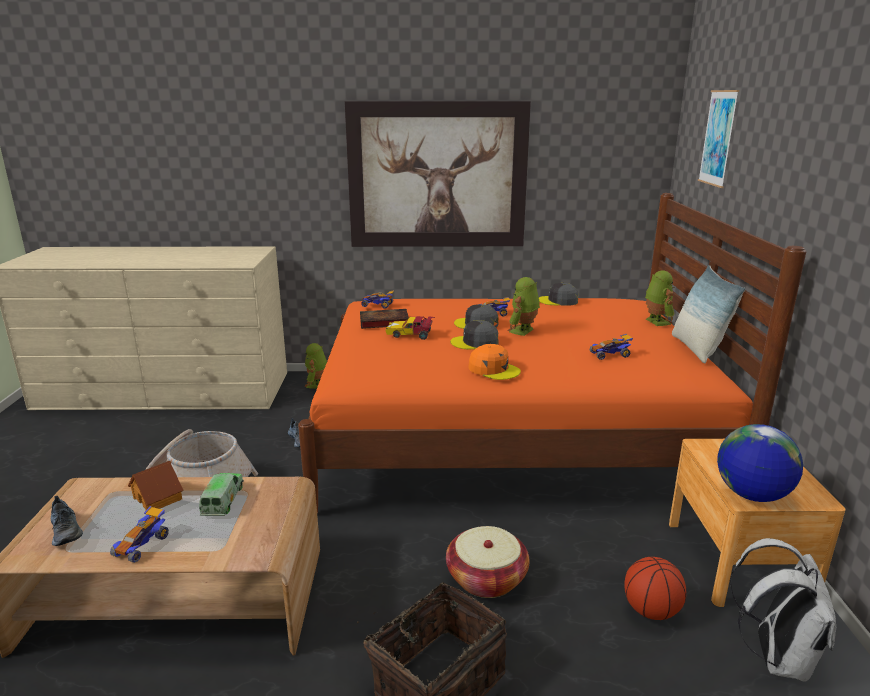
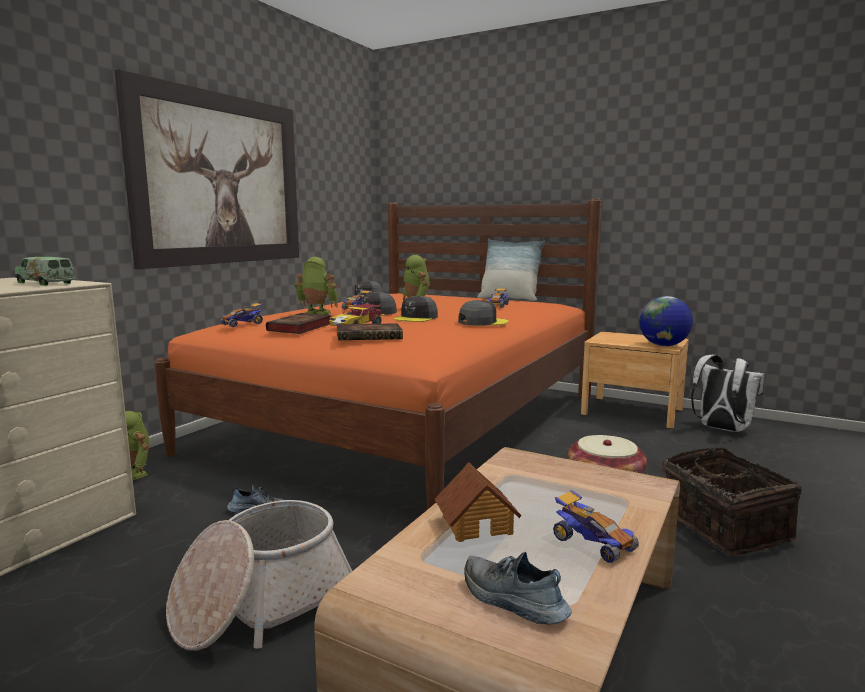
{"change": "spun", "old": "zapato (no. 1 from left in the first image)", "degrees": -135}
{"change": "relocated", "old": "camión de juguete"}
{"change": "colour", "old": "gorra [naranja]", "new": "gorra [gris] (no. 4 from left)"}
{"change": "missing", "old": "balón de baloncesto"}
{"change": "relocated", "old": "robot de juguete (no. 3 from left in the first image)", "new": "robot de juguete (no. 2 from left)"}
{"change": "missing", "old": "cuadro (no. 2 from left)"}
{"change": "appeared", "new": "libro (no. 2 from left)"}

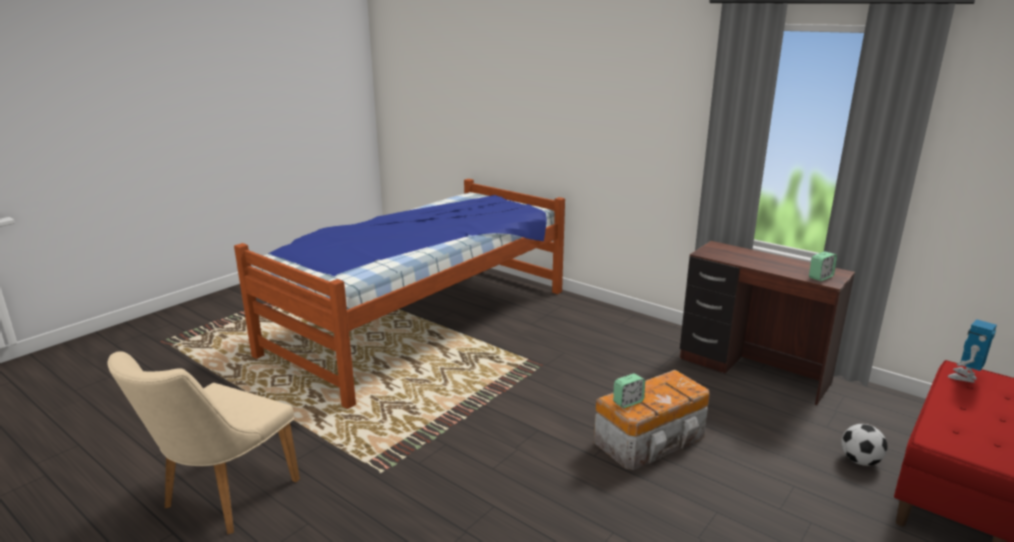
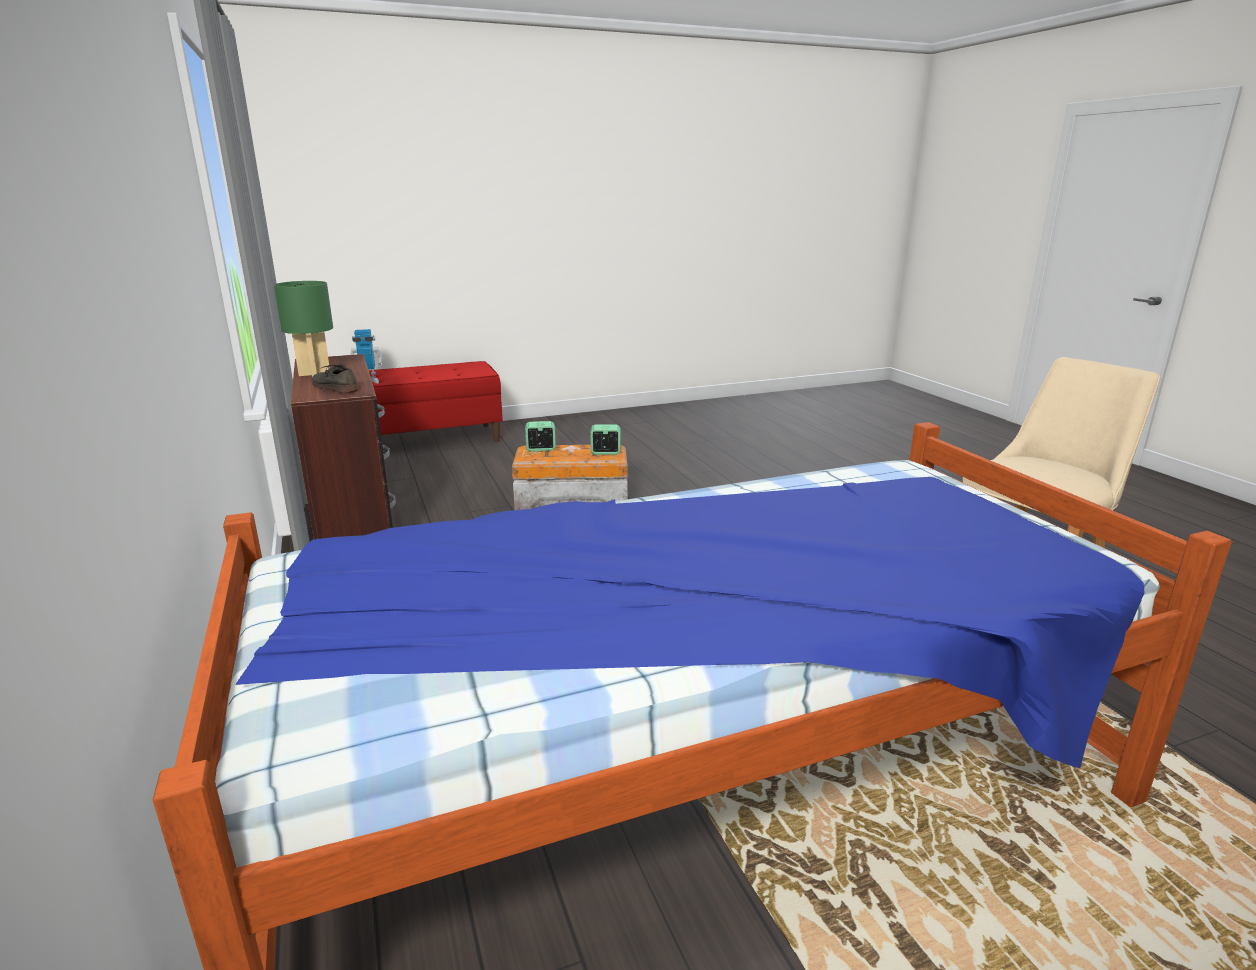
{"change": "relocated", "old": "despertador (no. 2 from left in the first image)", "new": "despertador (no. 1 from left)"}
{"change": "missing", "old": "balón de fútbol"}
{"change": "appeared", "new": "lámpara de mesa [verde]"}
{"change": "appeared", "new": "zapato [gris]"}

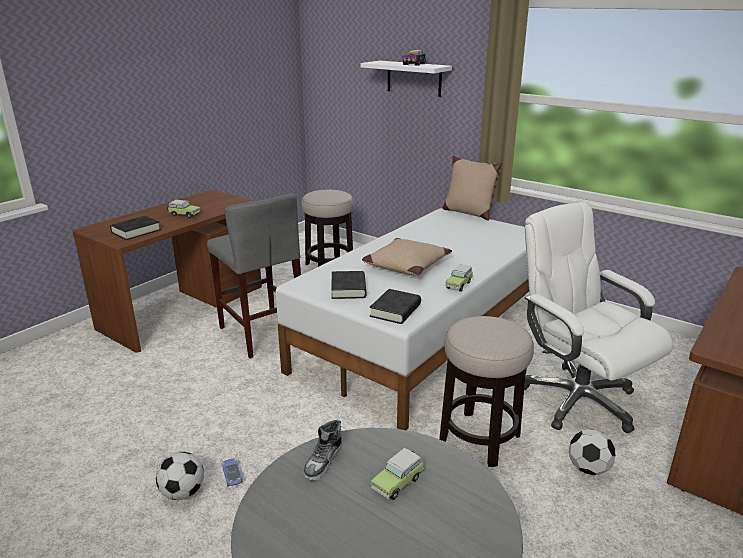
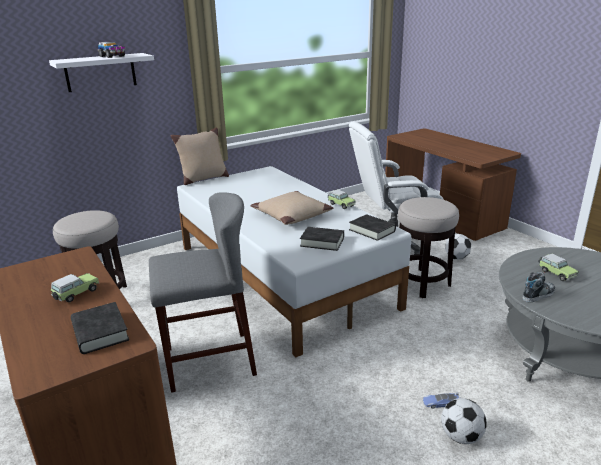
{"change": "spun", "old": "zapato", "degrees": -75}

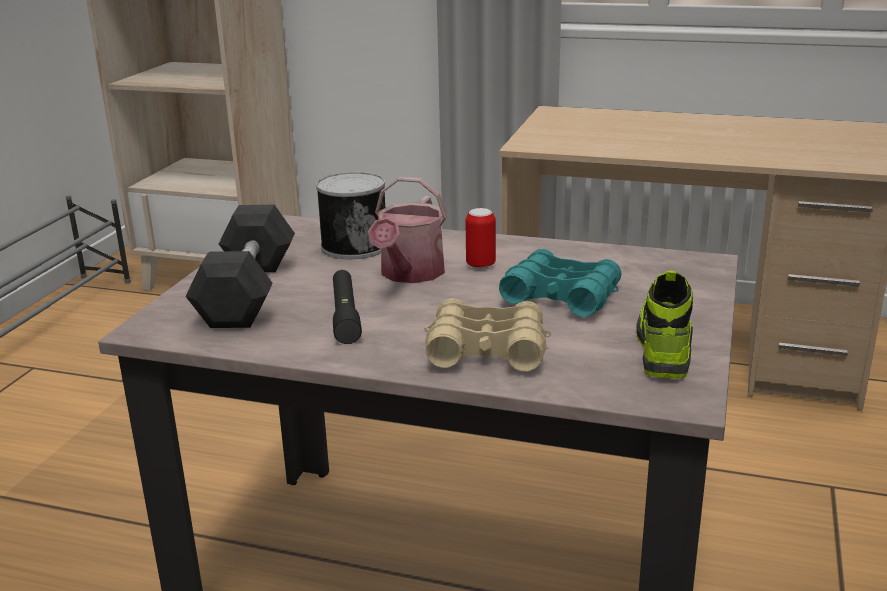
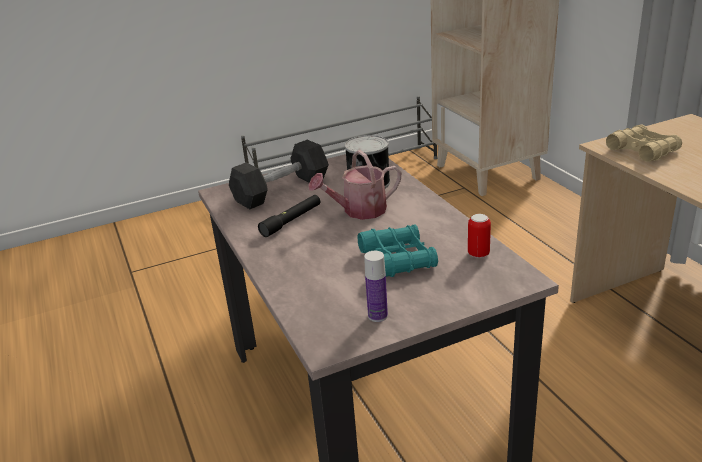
{"change": "relocated", "old": "prismáticos [beis]"}
{"change": "relocated", "old": "lata (no. 2 from left)"}
{"change": "exchanged", "old": "zapato", "new": "botella"}

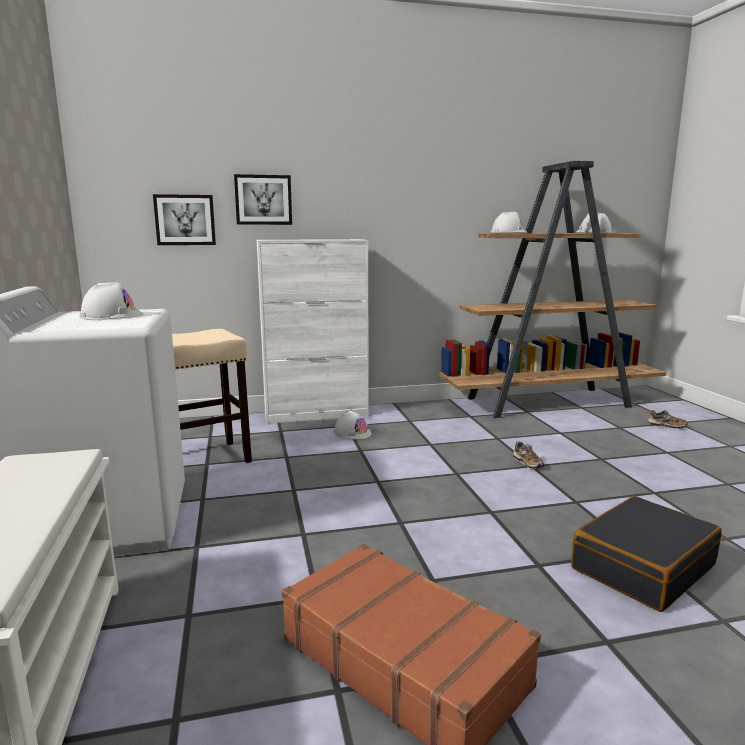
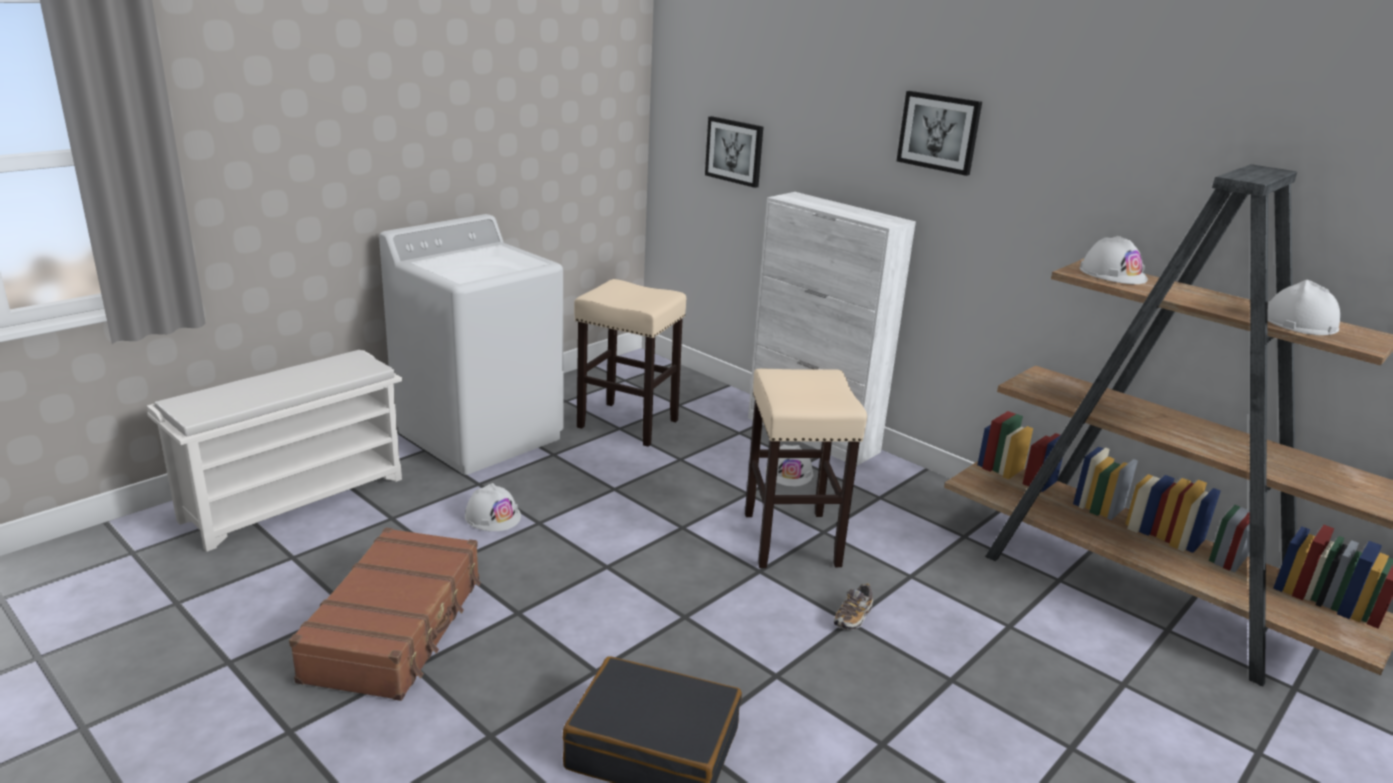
{"change": "relocated", "old": "casco [blanco] (no. 1 from left)"}
{"change": "relocated", "old": "cuadro (no. 2 from left)"}
{"change": "missing", "old": "zapato (no. 2 from left)"}
{"change": "appeared", "new": "taburete [beis] (no. 2 from left)"}

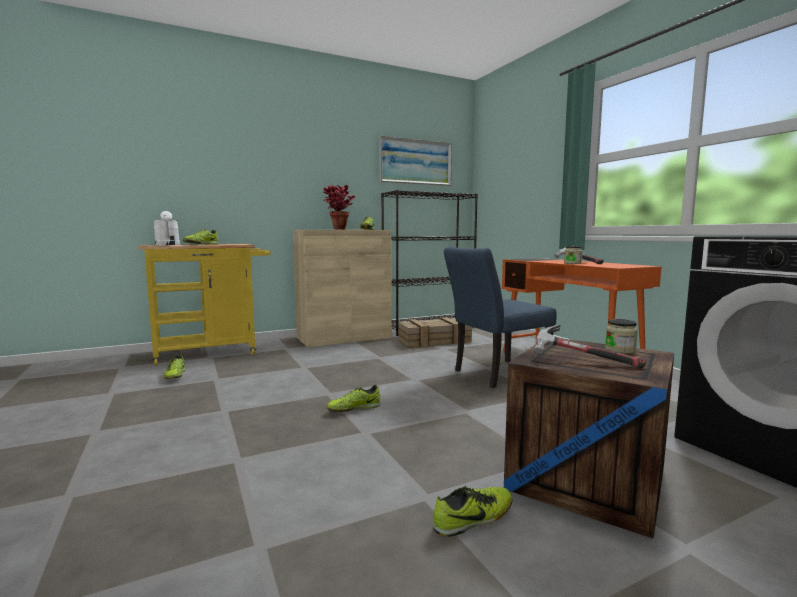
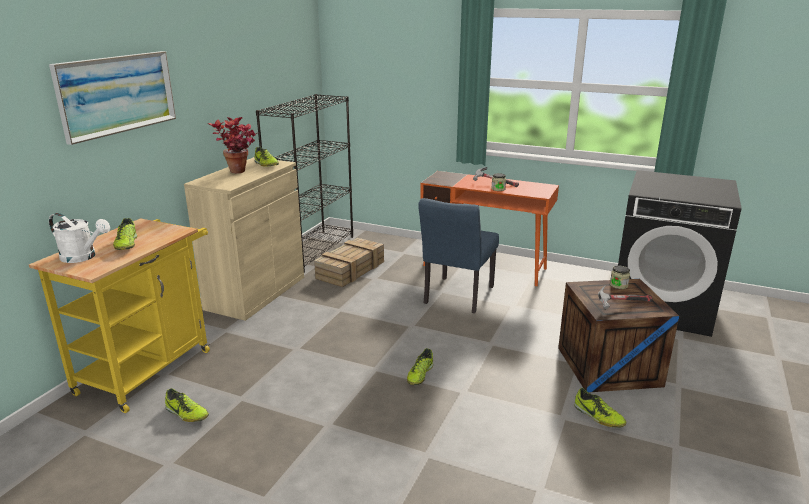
{"change": "relocated", "old": "cuadro"}
{"change": "spun", "old": "zapato (no. 5 from left)", "degrees": 120}

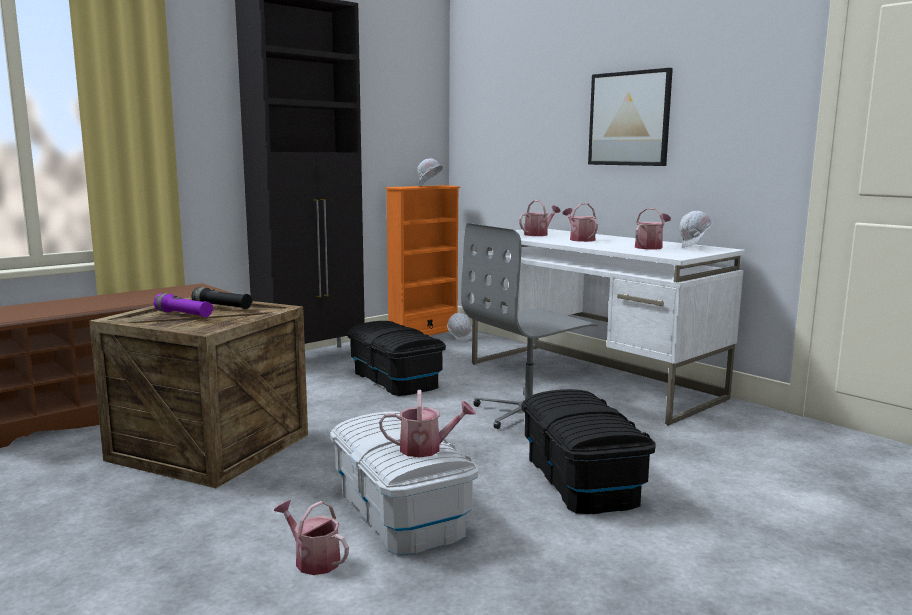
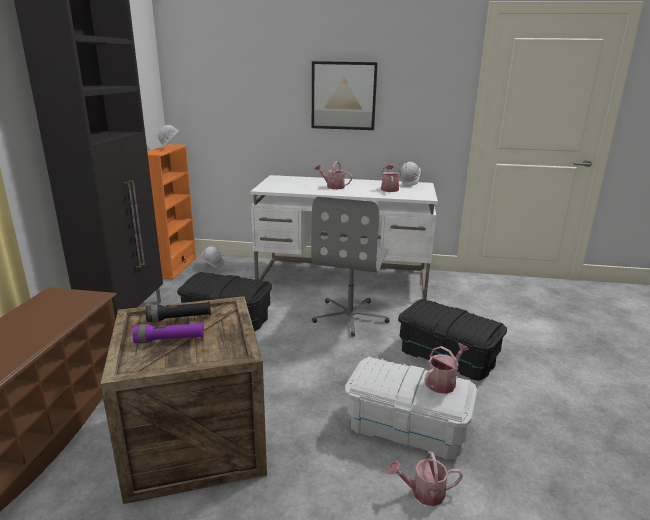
{"change": "missing", "old": "regadera (no. 3 from left)"}

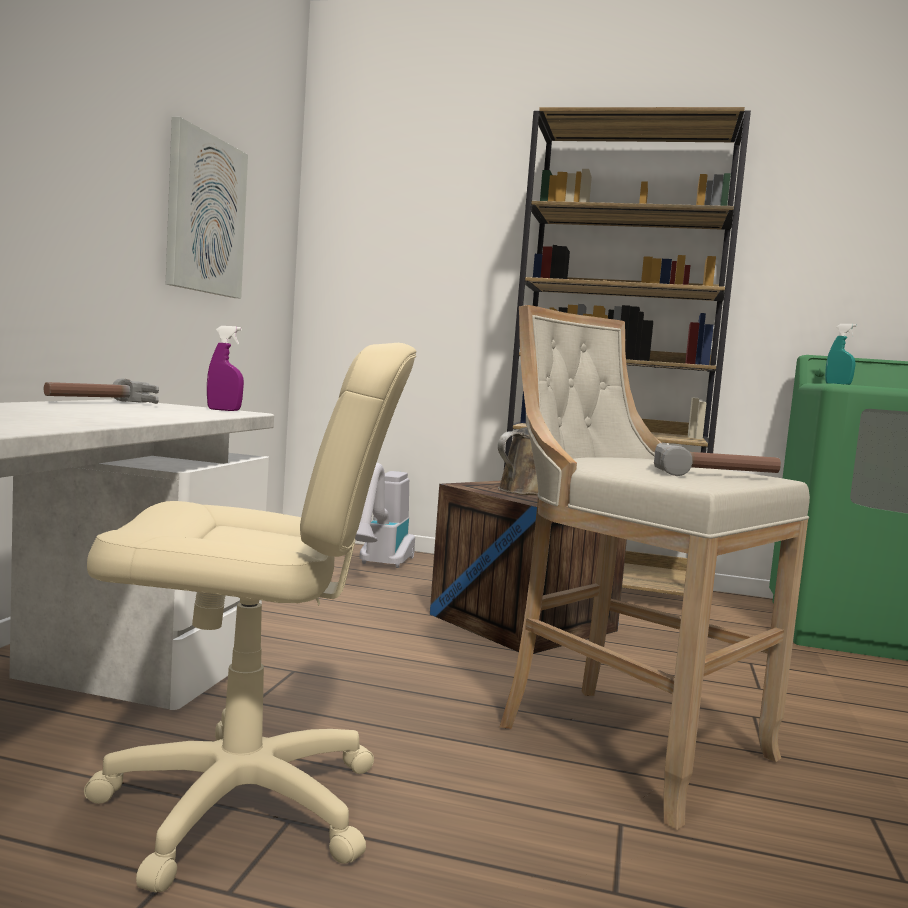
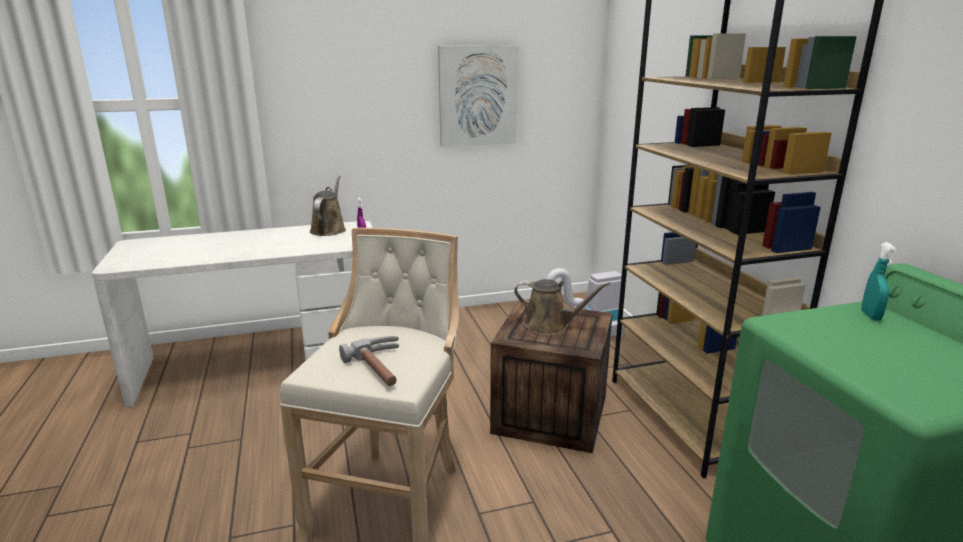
{"change": "exchanged", "old": "martillo (no. 1 from left)", "new": "regadera [marrón] (no. 1 from left)"}
{"change": "missing", "old": "silla de oficina [beis]"}

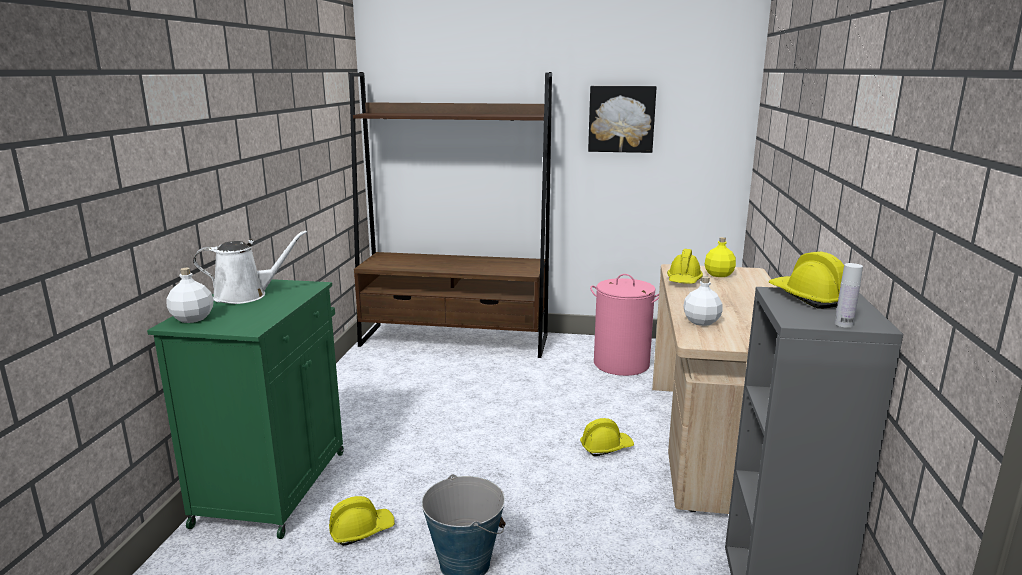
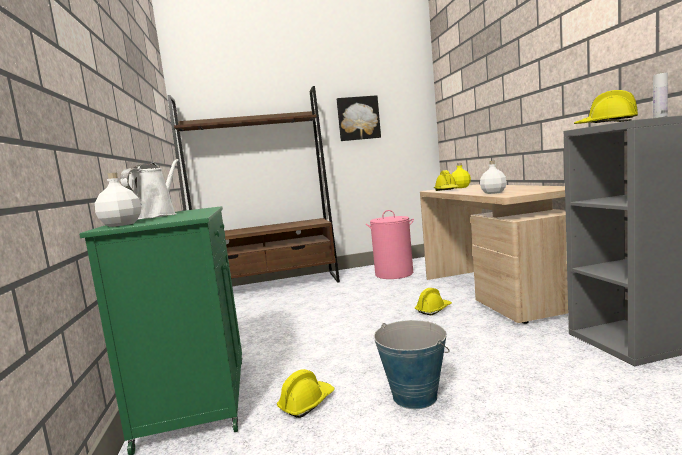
{"change": "spun", "old": "regadera [blanco]", "degrees": -45}

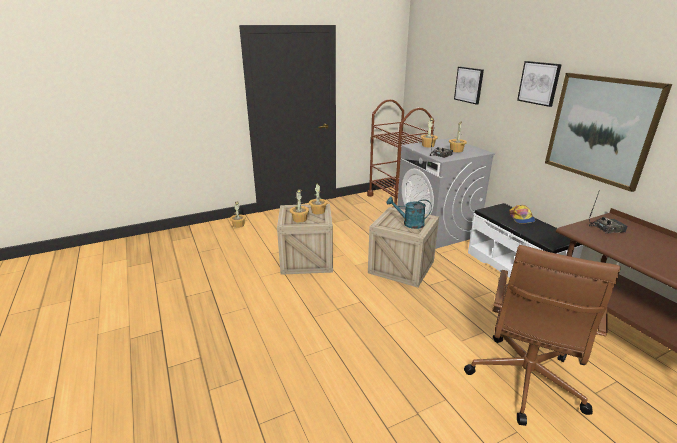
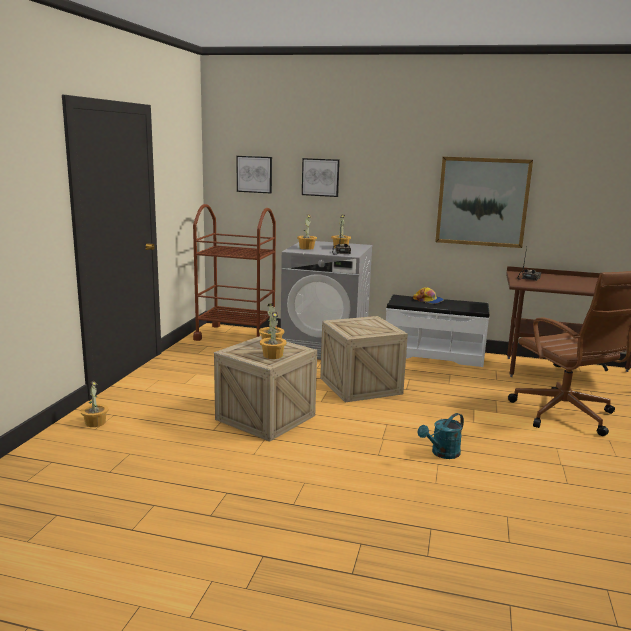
{"change": "relocated", "old": "regadera [turquesa]"}
{"change": "relocated", "old": "cuadro (no. 2 from left in the first image)", "new": "cuadro (no. 1 from left)"}

